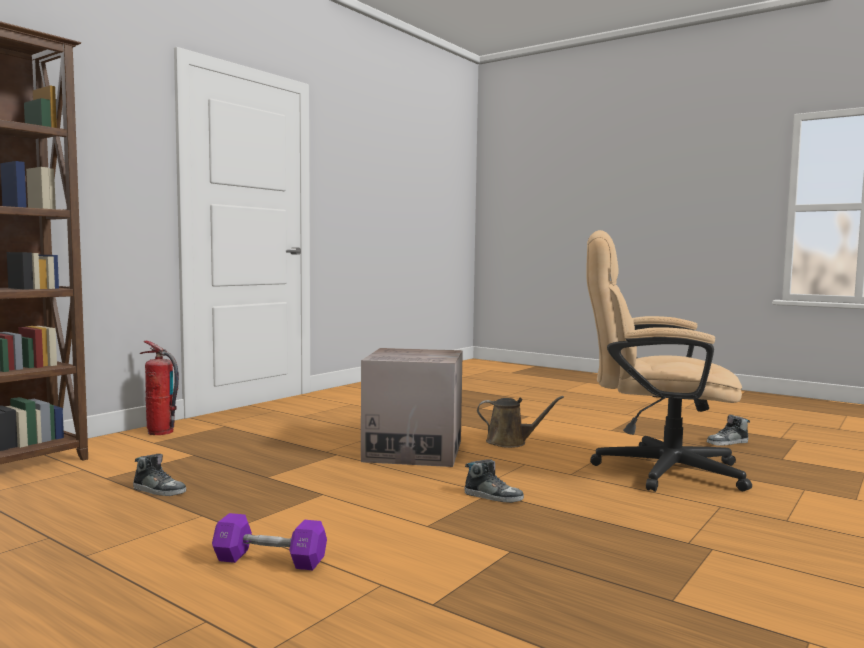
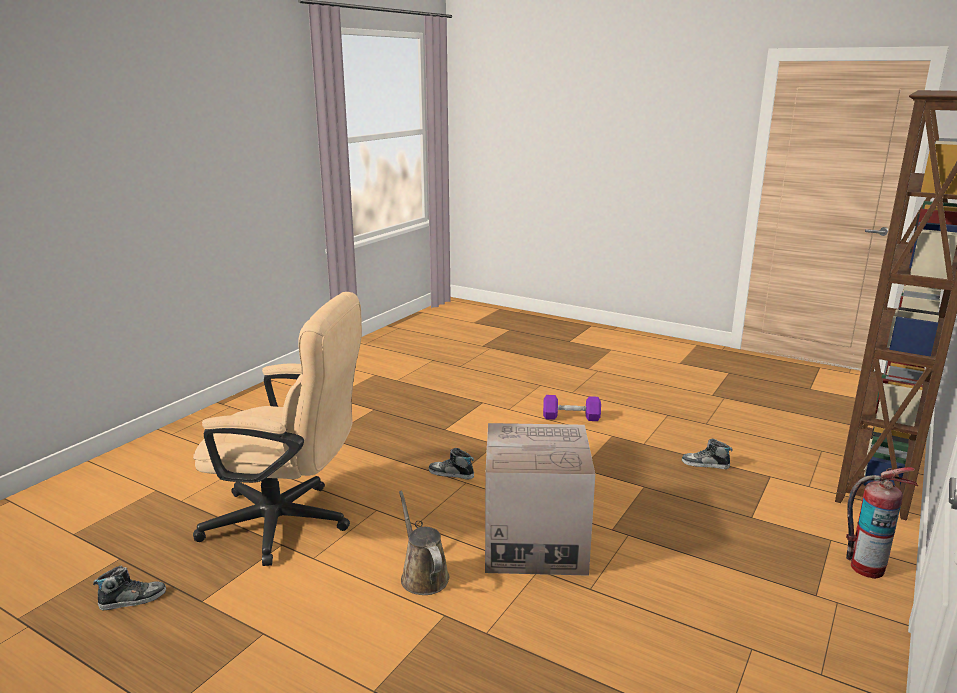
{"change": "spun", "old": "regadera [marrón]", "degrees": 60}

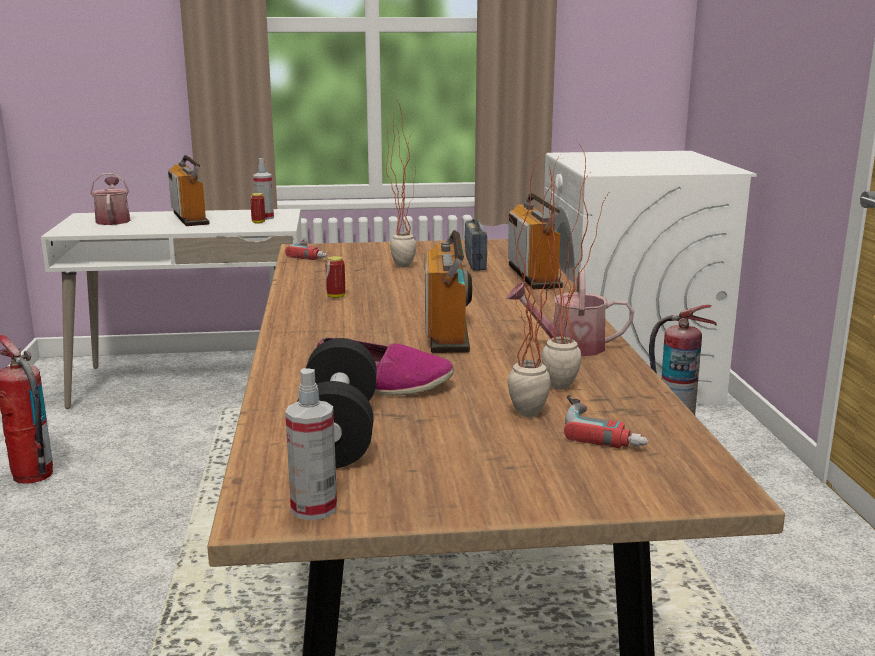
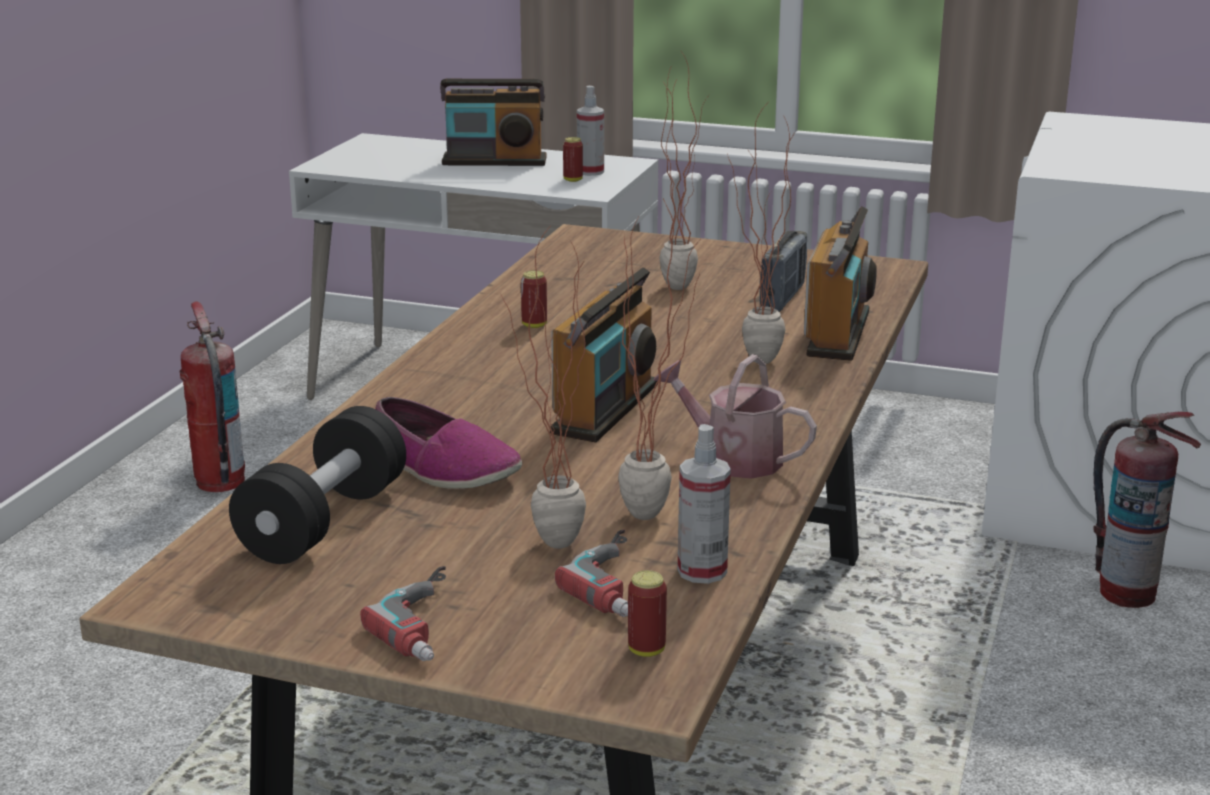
{"change": "missing", "old": "regadera (no. 1 from left)"}
{"change": "spun", "old": "radio (no. 1 from left)", "degrees": 90}
{"change": "relocated", "old": "taladro (no. 1 from left)"}
{"change": "relocated", "old": "pulverizador (no. 2 from left)"}
{"change": "appeared", "new": "lata (no. 3 from left)"}
{"change": "appeared", "new": "planta en maceta (no. 4 from left)"}

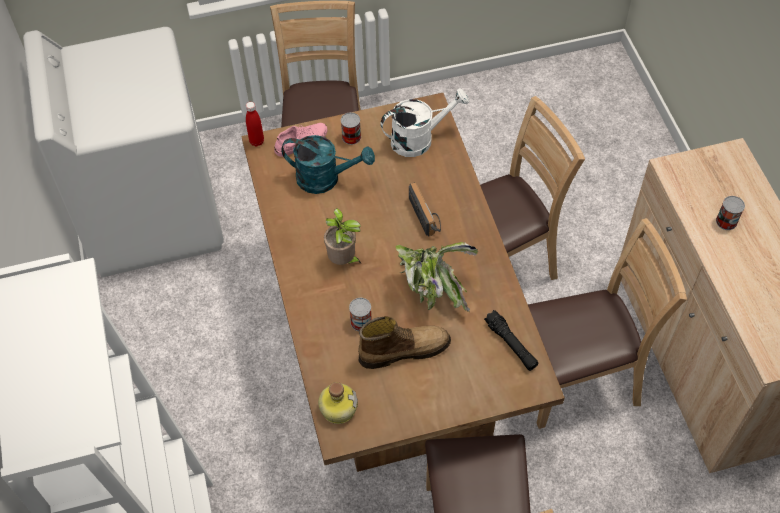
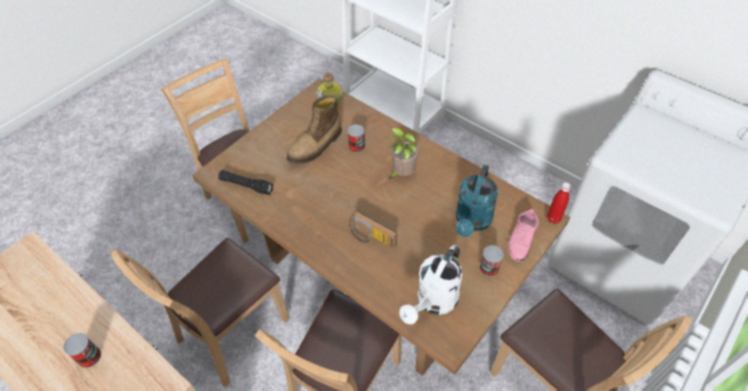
{"change": "spun", "old": "regadera [turquesa]", "degrees": -45}
{"change": "missing", "old": "planta en maceta (no. 2 from left)"}

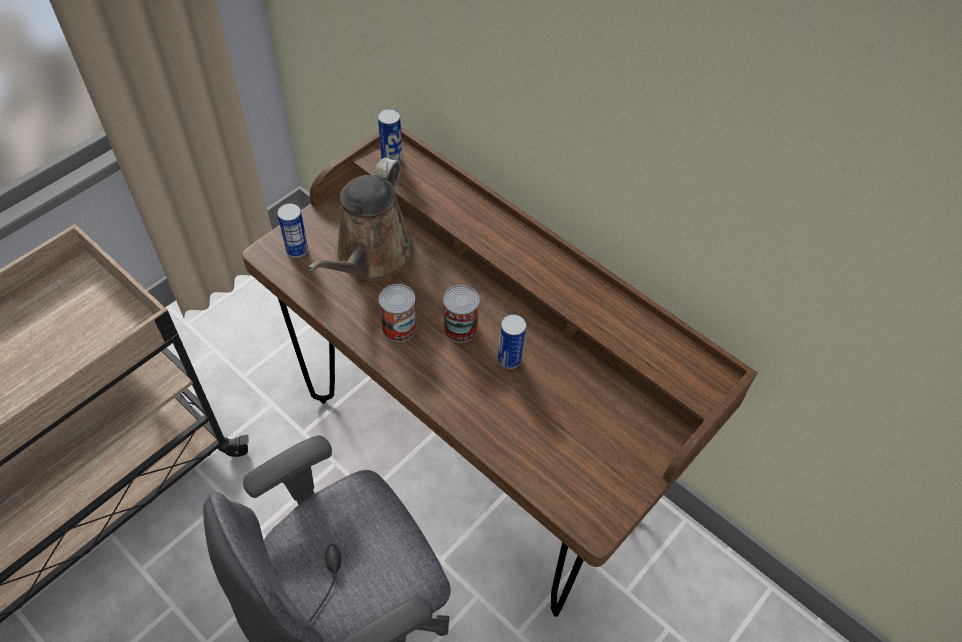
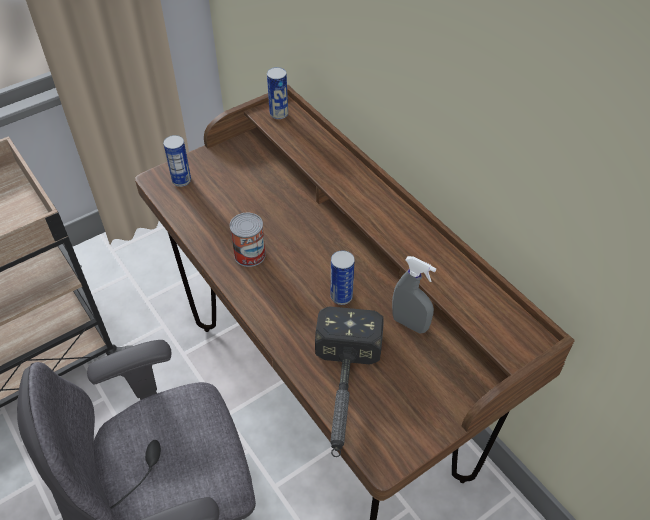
{"change": "missing", "old": "regadera [marrón]"}
{"change": "missing", "old": "lata (no. 4 from left)"}
{"change": "appeared", "new": "martillo"}
{"change": "appeared", "new": "pulverizador [gris]"}

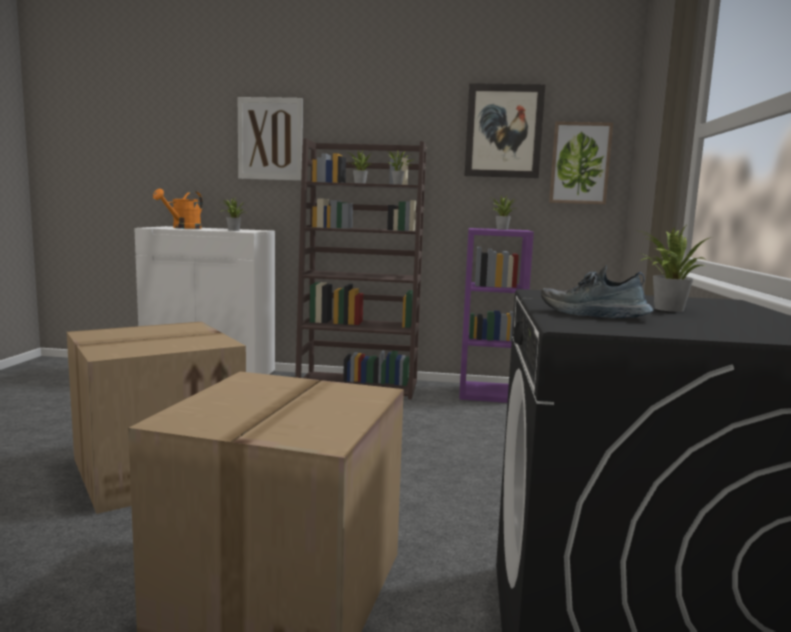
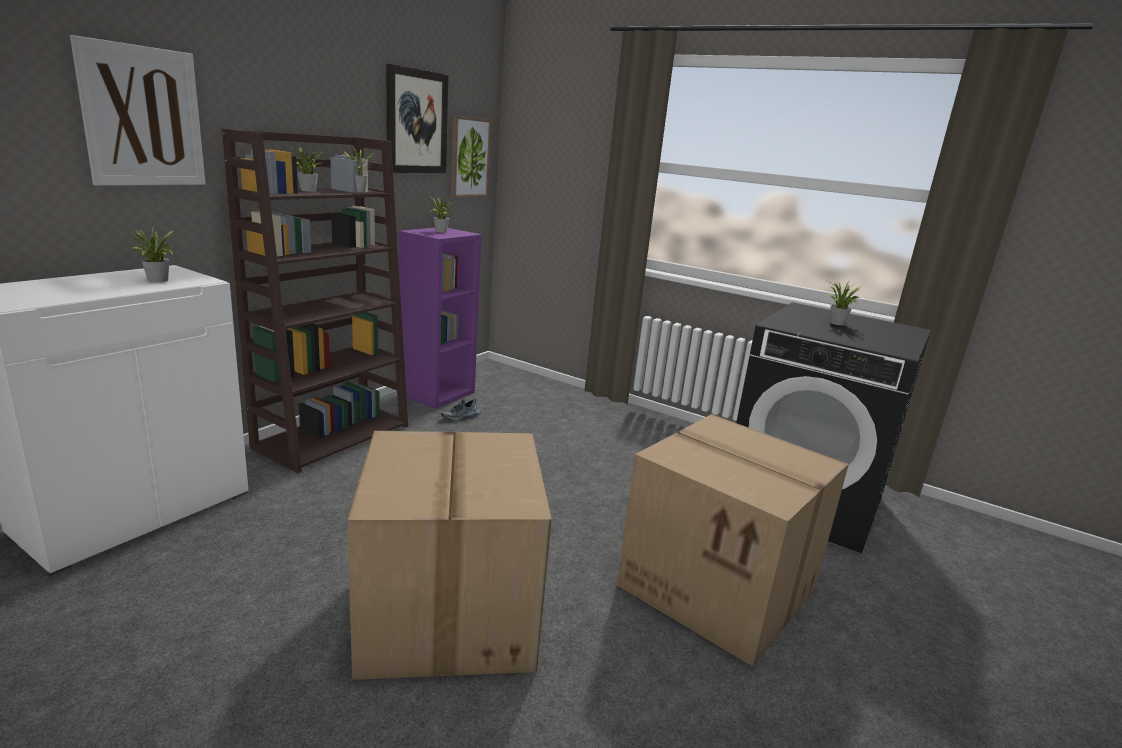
{"change": "missing", "old": "regadera [naranja]"}
{"change": "relocated", "old": "zapato"}

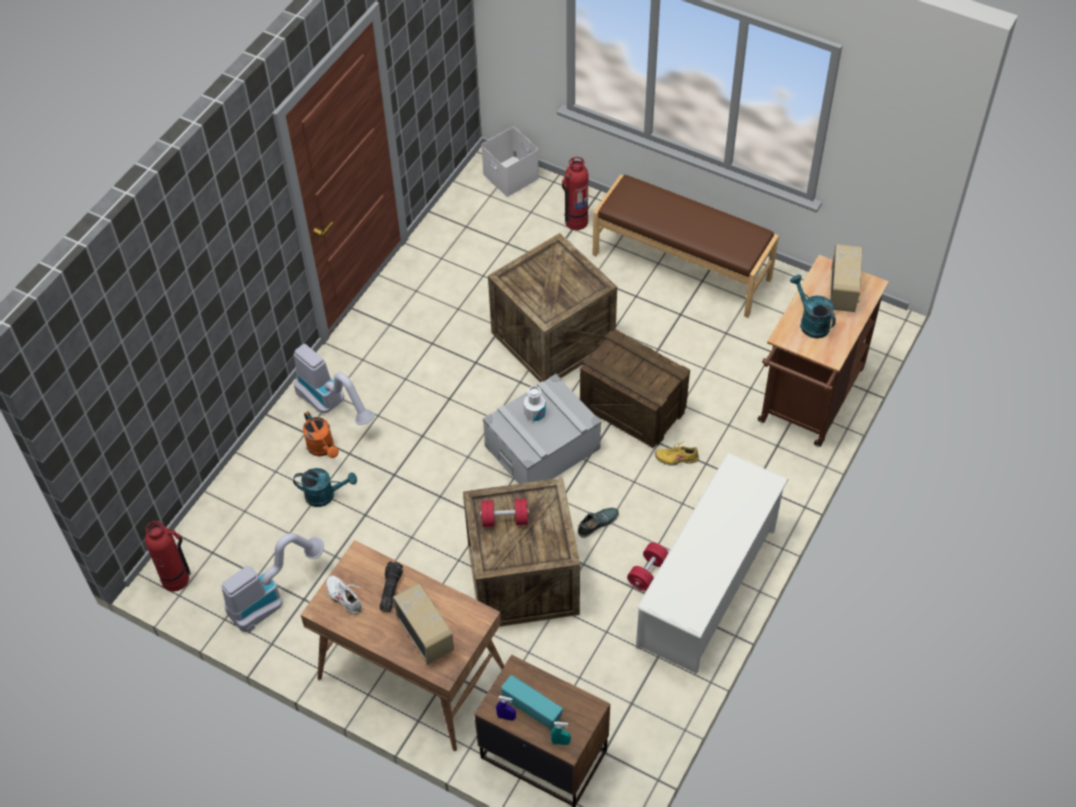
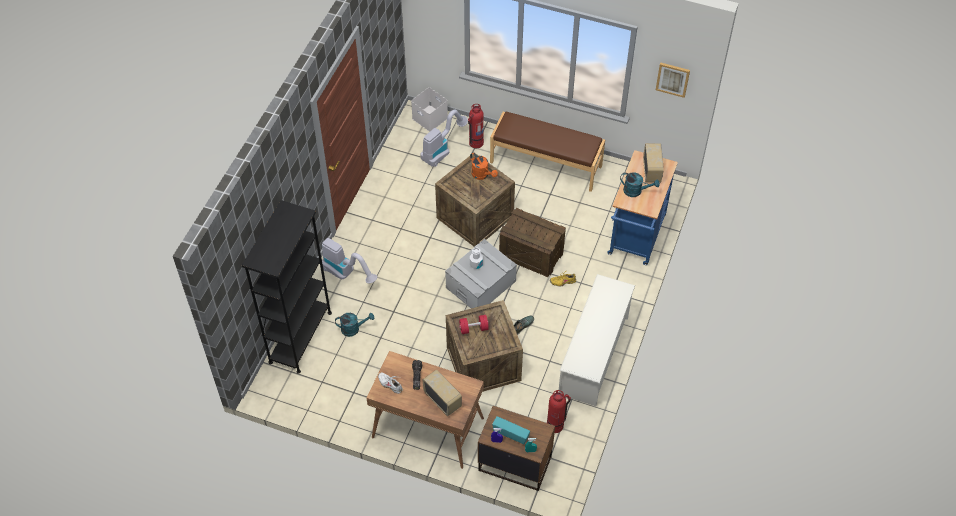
{"change": "relocated", "old": "extintor (no. 1 from left in the first image)", "new": "extintor (no. 2 from left)"}
{"change": "relocated", "old": "aspiradora (no. 1 from left in the first image)", "new": "aspiradora (no. 2 from left)"}
{"change": "relocated", "old": "regadera [naranja]"}
{"change": "missing", "old": "mancuerna [rojo] (no. 2 from left)"}
{"change": "colour", "old": "carrito [marrón]", "new": "carrito [azul]"}
{"change": "spun", "old": "regadera [turquesa] (no. 2 from left)", "degrees": 150}
{"change": "appeared", "new": "estantería [negro]"}
{"change": "appeared", "new": "cuadro"}

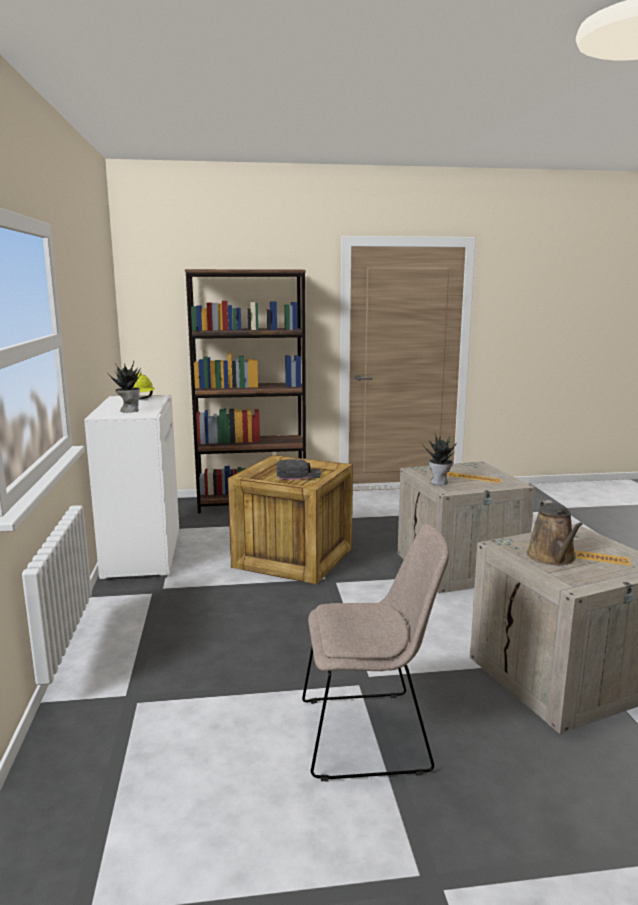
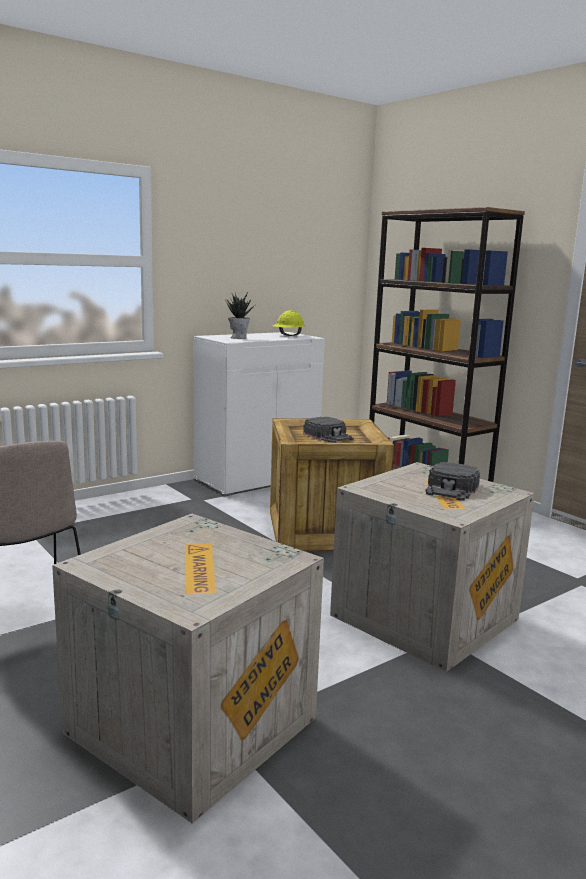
{"change": "missing", "old": "planta en maceta (no. 2 from left)"}
{"change": "missing", "old": "regadera [marrón]"}
{"change": "appeared", "new": "gorra [negro] (no. 2 from left)"}

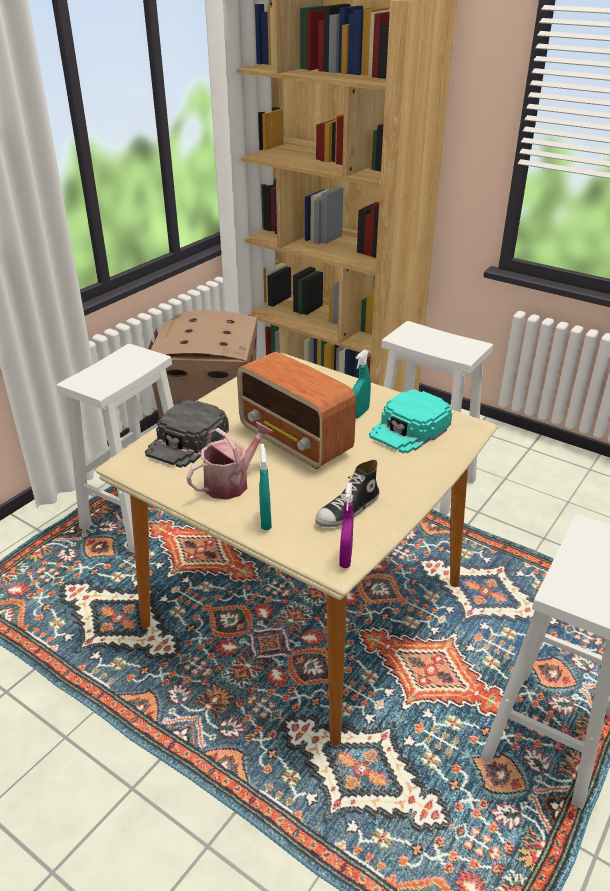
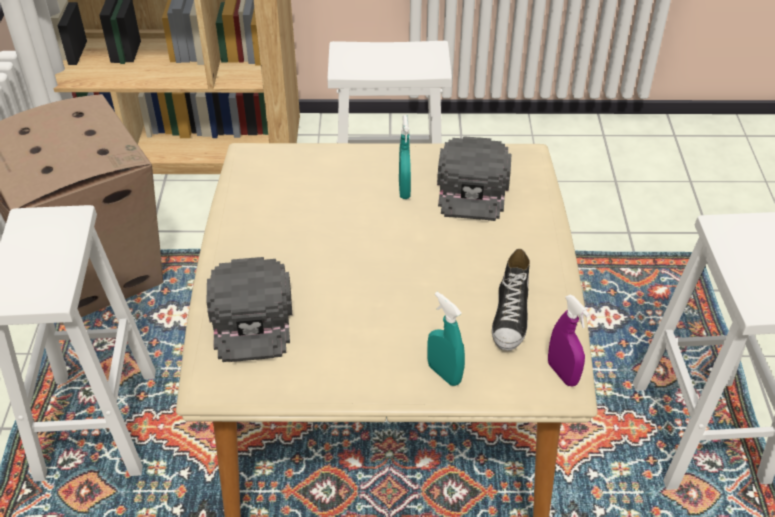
{"change": "missing", "old": "regadera"}
{"change": "missing", "old": "radio"}
{"change": "colour", "old": "gorra [turquesa]", "new": "gorra [negro] (no. 2 from left)"}

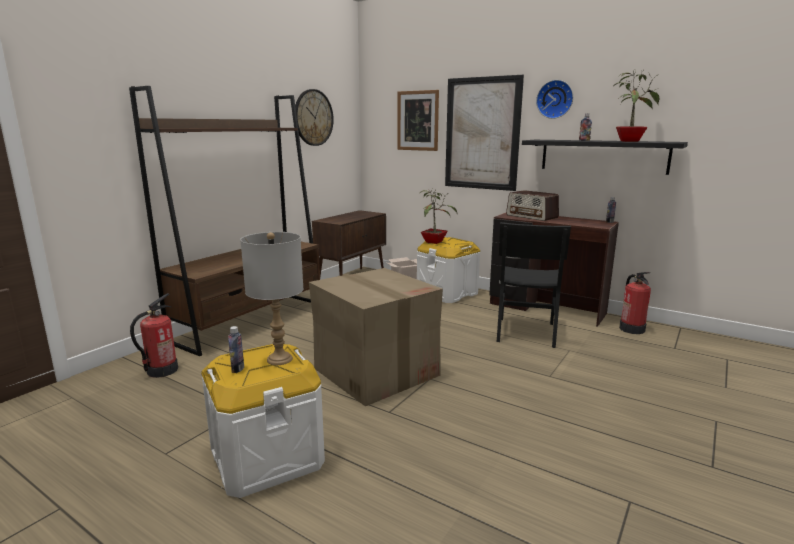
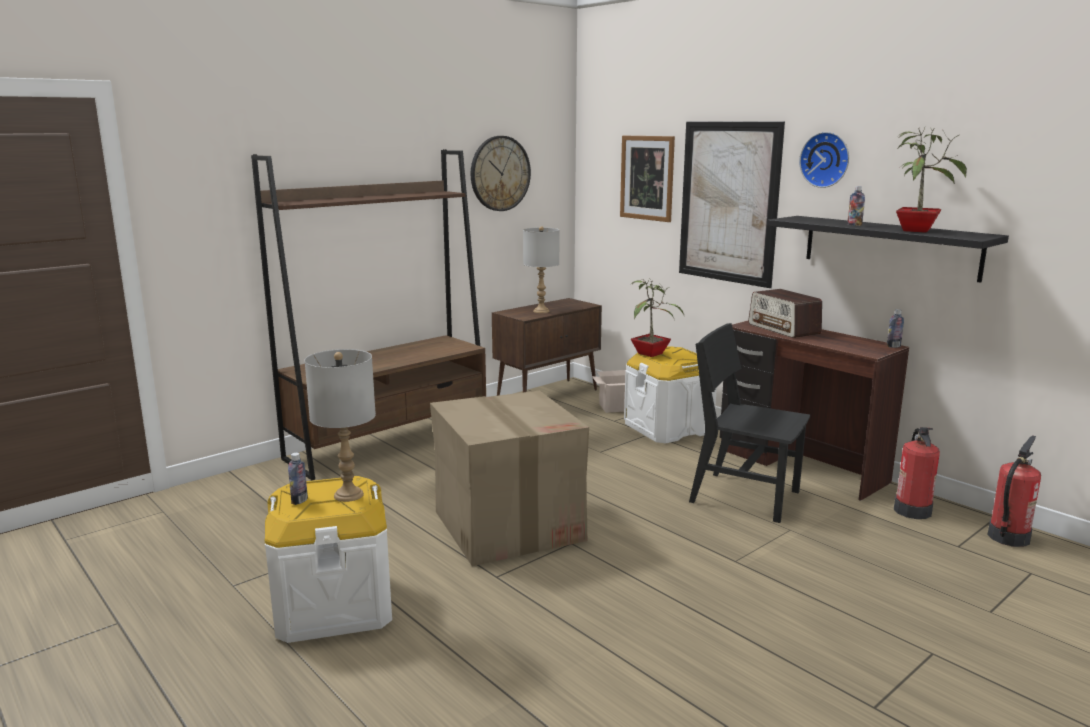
{"change": "relocated", "old": "extintor (no. 1 from left in the first image)", "new": "extintor (no. 2 from left)"}
{"change": "spun", "old": "silla [negro]", "degrees": 90}
{"change": "appeared", "new": "lámpara de mesa [gris] (no. 2 from left)"}

